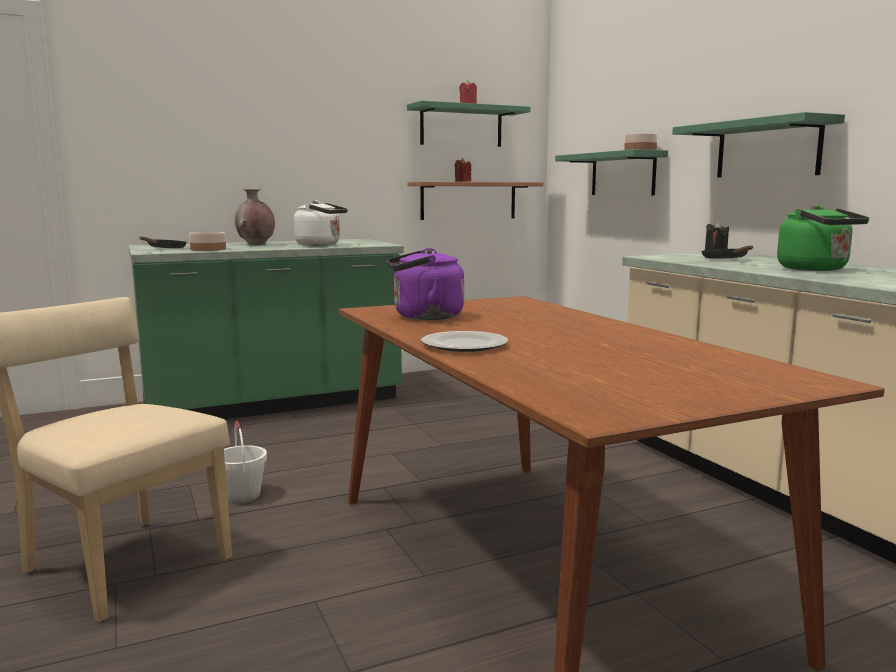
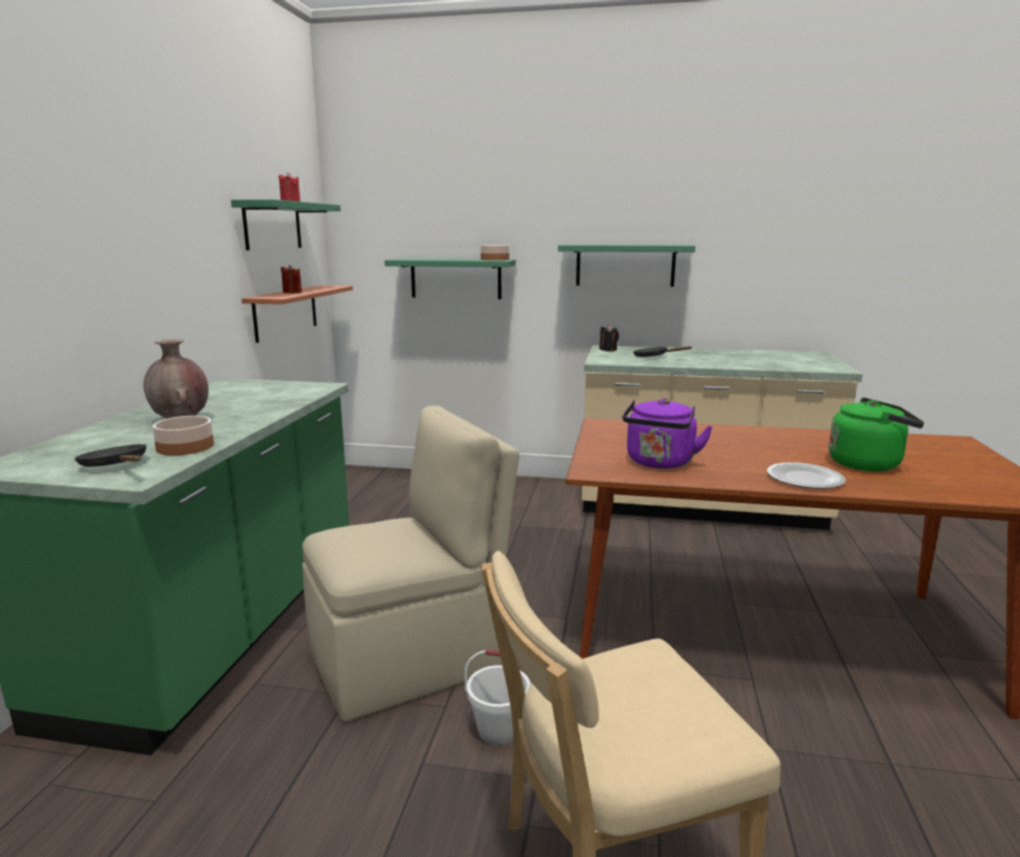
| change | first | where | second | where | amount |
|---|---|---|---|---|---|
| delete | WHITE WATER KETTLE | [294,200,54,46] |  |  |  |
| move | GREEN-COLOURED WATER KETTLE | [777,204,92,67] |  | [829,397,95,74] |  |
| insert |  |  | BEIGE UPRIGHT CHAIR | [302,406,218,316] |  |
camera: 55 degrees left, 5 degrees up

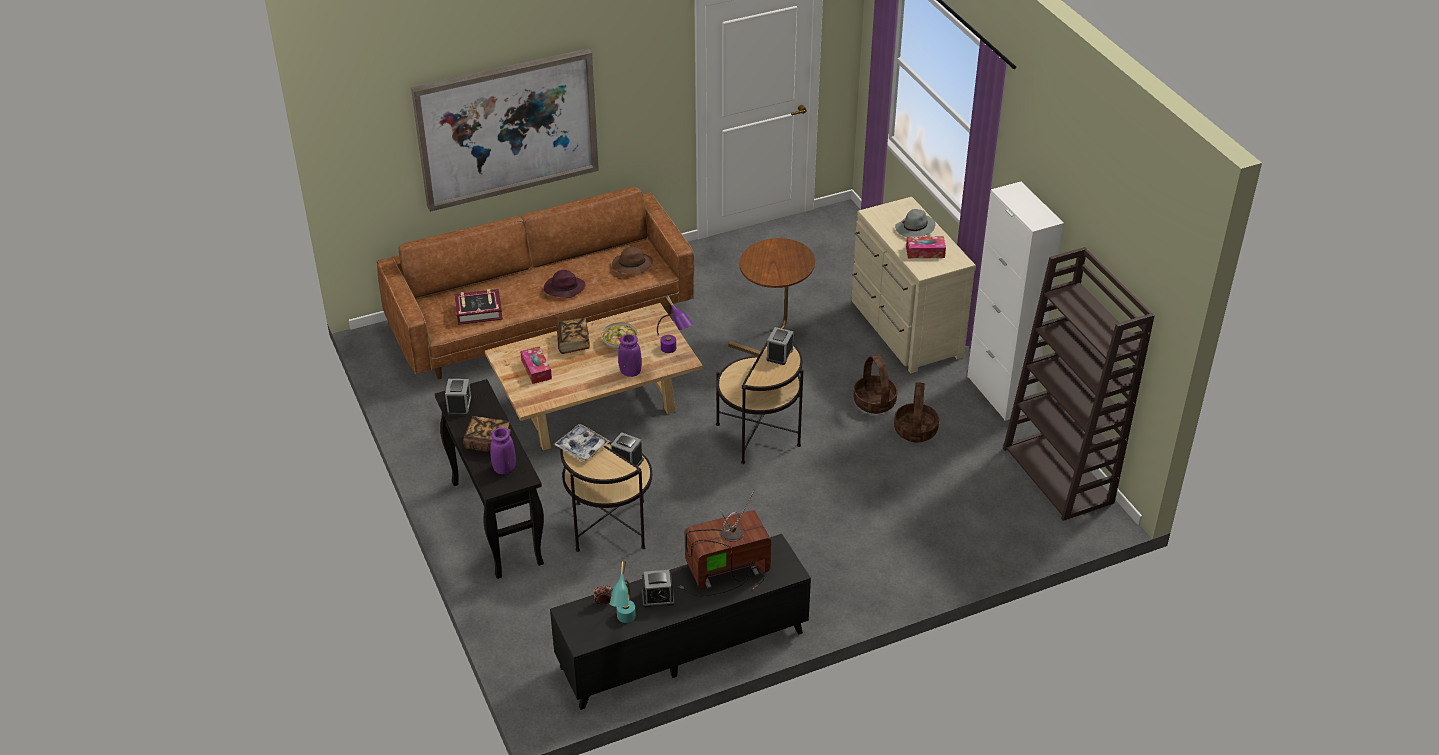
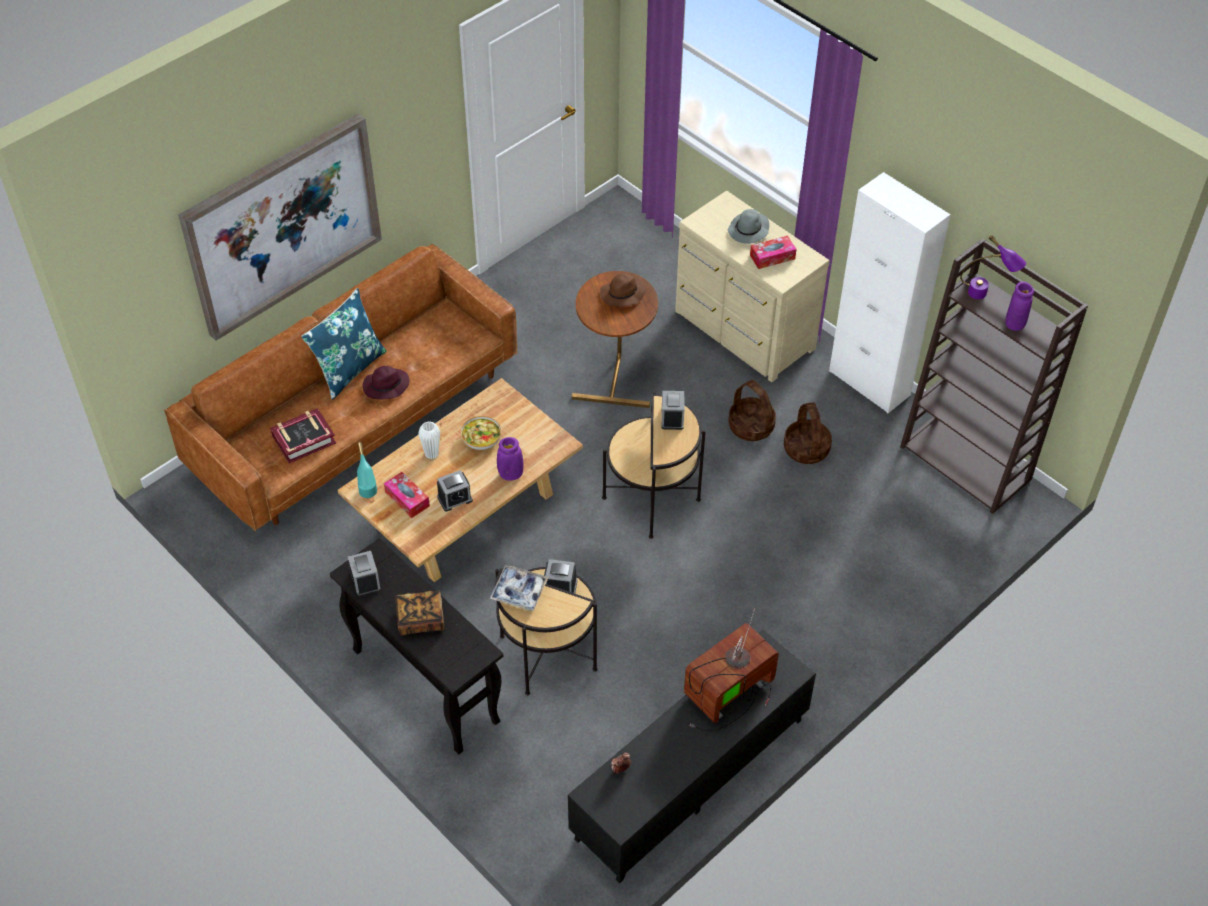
| change | first | where | second | where | amount |
|---|---|---|---|---|---|
| move | BROWN-COLOURED WEARABLE HAT | [612,246,41,28] |  | [600,273,46,34] |  |
| move | PURPLE TABLETOP LAMP | [657,295,36,58] |  | [960,235,66,64] |  |
| replace | BOOK | [556,318,34,36] | WHITE FLOWER VASE | [418,421,22,38] |  |
| move | PURPLE FLOWER VASE | [490,427,26,47] |  | [1005,282,29,49] |  |
| move | TURQUOISE TABLETOP LAMP | [610,561,26,62] |  | [357,442,20,56] |  |
| move | BEDSIDE CLOCK | [642,570,32,38] |  | [437,470,36,42] |  |
| insert |  |  | BLUISH THROW PILLOW | [301,288,86,112] |  |
camera: 20 degrees left, 10 degrees up

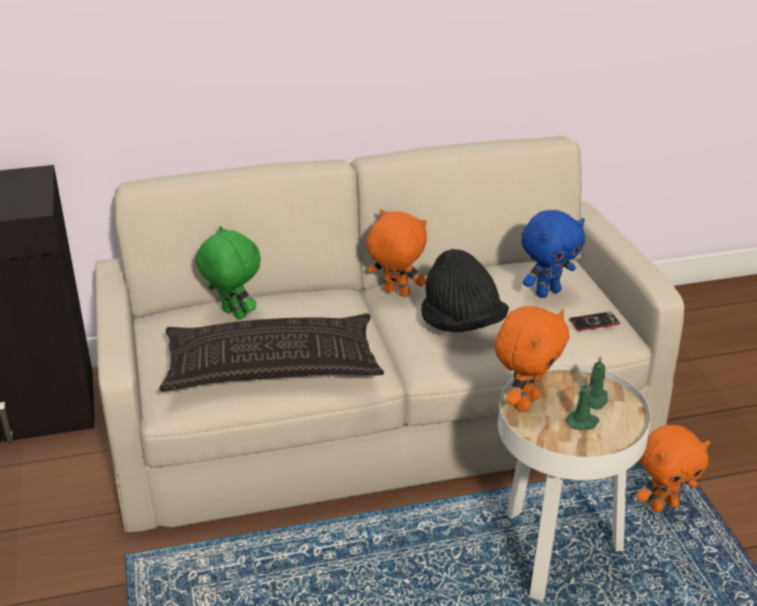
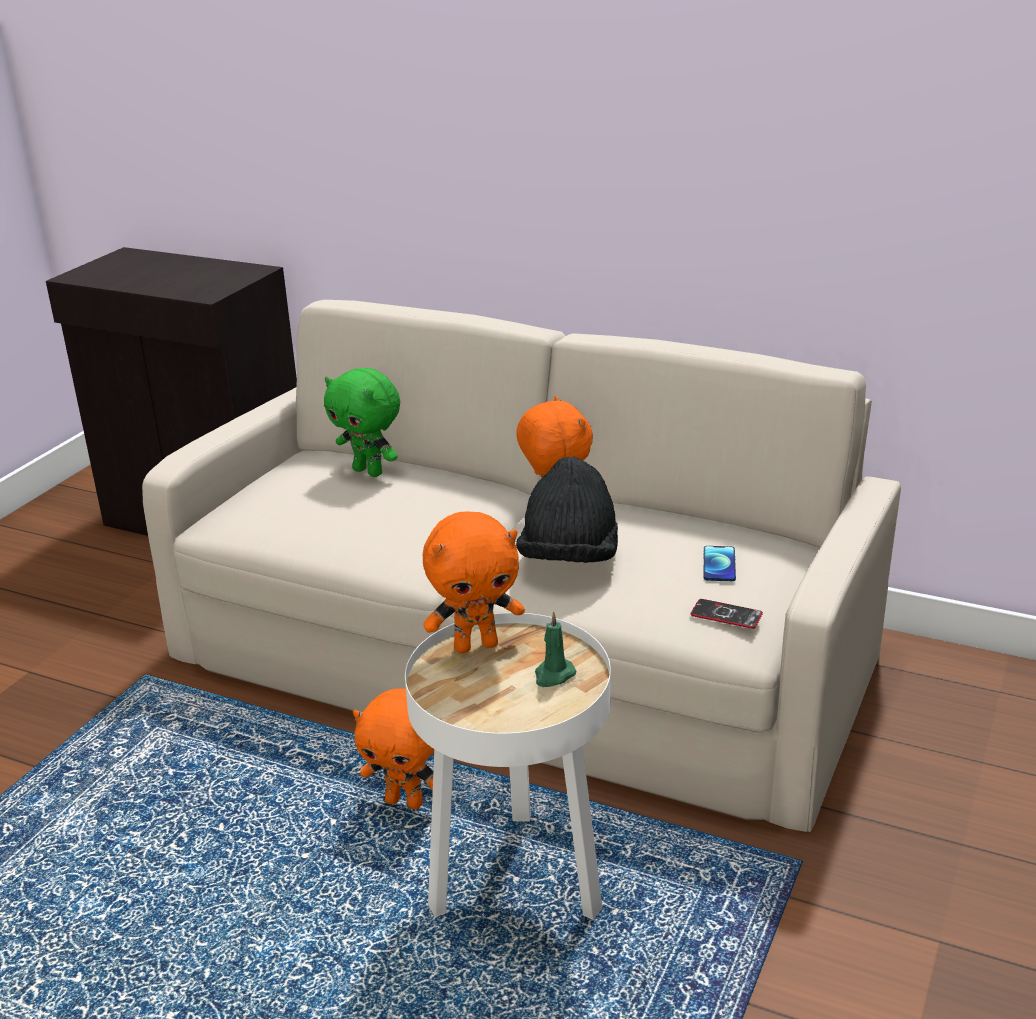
| change | first | where | second | where | amount |
|---|---|---|---|---|---|
| replace | BLUISH CUDDLY TOY | [521,210,64,88] | TELEPHONE | [703,546,33,35] |  |
| rotate | GREEN-COLOURED CUDDLY TOY | [196,226,65,94] |  | [324,368,76,109] | 135 degrees clockwise |
| delete | THROW PILLOW | [159,313,225,79] |  |  |  |
| delete | GREEN-COLOURED WAX LIGHT | [566,379,33,51] |  |  |  |
| move | ORANGE CUDDLY TOY | [636,425,74,87] |  | [353,688,81,121] |  |
camera: 40 degrees right, 5 degrees down

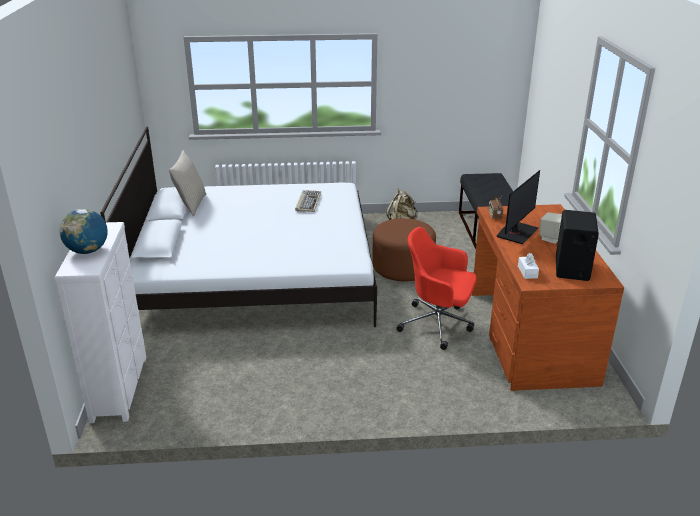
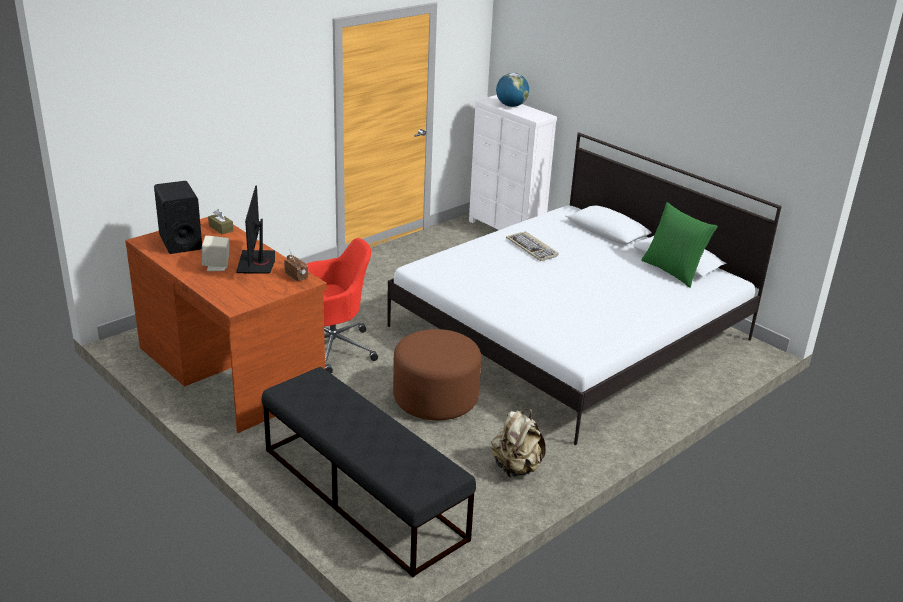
| change | first | where | second | where | amount |
|---|---|---|---|---|---|
| recolor | BEIGE THROW PILLOW | [169,150,37,66] | GREEN-COLOURED THROW PILLOW | [641,202,77,86] |  |
| move | COMPUTER KEYBOARD | [295,190,26,22] |  | [506,231,53,30] |  |
| recolor | WHITE TISSUE BOX | [518,253,21,26] | BROWN-COLOURED TISSUE BOX | [208,209,26,25] |  |
camera: 140 degrees right, 0 degrees up

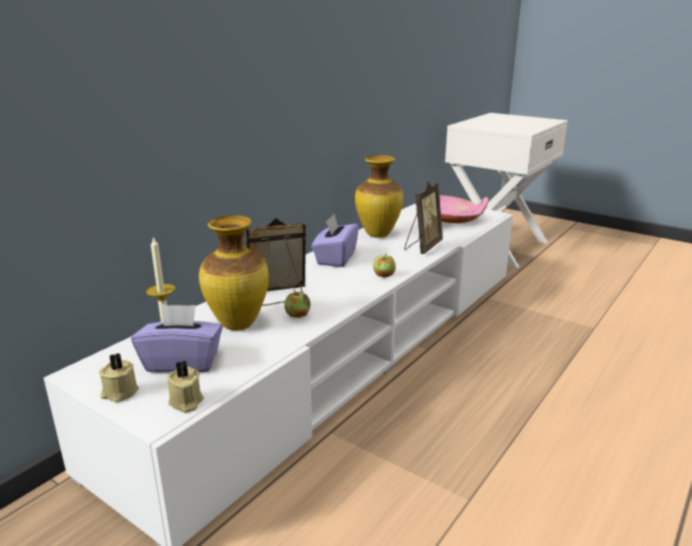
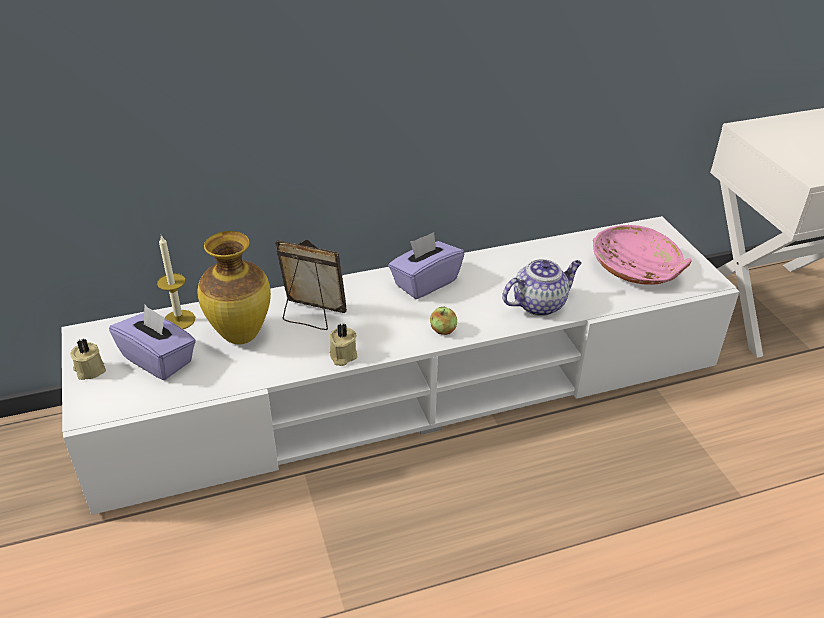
| change | first | where | second | where | amount |
|---|---|---|---|---|---|
| delete | FLOWER VASE | [355,155,48,83] |  |  |  |
| replace | PHOTO FRAME | [404,182,39,72] | TEAPOT | [502,259,80,57] |  |
| delete | APPLE | [284,290,27,28] |  |  |  |
| move | BEIGE WAX LIGHT | [167,360,37,53] |  | [329,324,28,42] |  |
camera: 35 degrees right, 15 degrees up

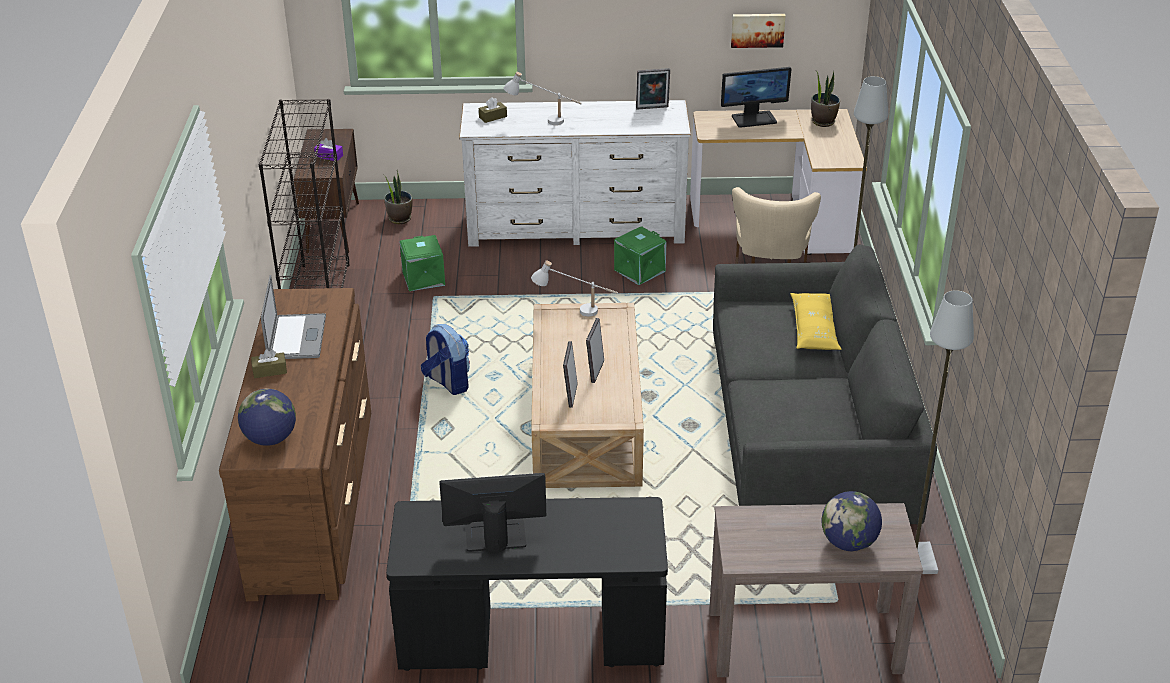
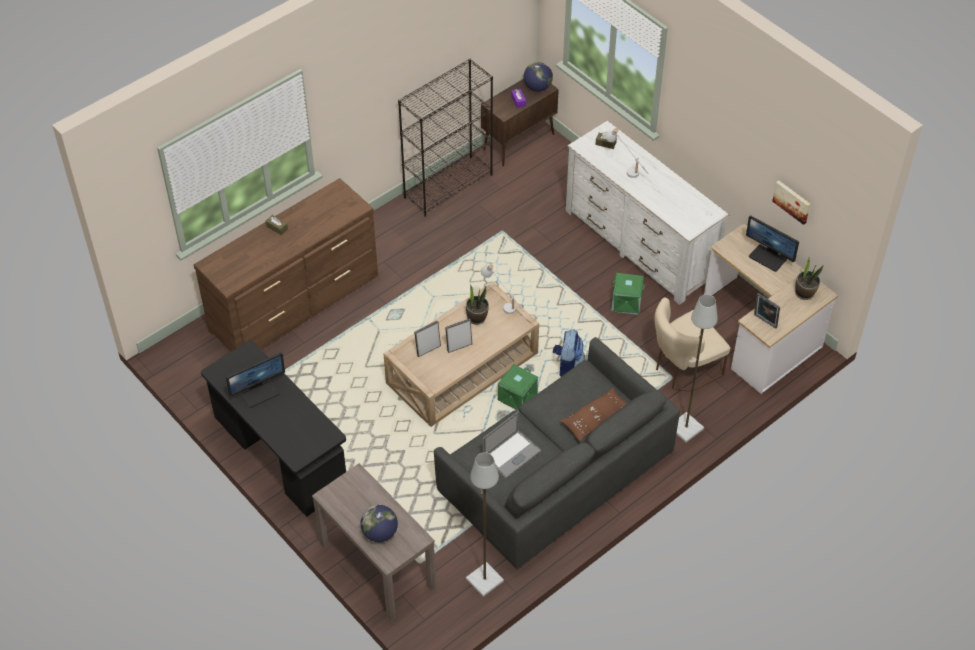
| change | first | where | second | where | amount |
|---|---|---|---|---|---|
| move | PHOTO FRAME | [636,68,34,42] |  | [754,293,26,36] |  |
| move | PLANT IN A POT | [383,171,29,53] |  | [466,284,23,41] |  |
| move | GREEN-COLOURED STORAGE BOX | [399,235,46,56] |  | [498,364,40,47] |  |
| move | NOTEBOOK COMPUTER | [261,275,65,84] |  | [483,411,58,67] |  |
| recolor | YELLOW THROW PILLOW | [790,293,52,57] | BROWN-COLOURED THROW PILLOW | [560,387,68,55] |  |
| move | RUCKSACK | [421,324,49,71] |  | [553,330,32,47] |  |
| move | GLOBE | [238,389,58,57] |  | [524,62,29,30] |  |
| rotate | COMPUTER SCREEN | [439,473,107,80] |  | [226,352,59,56] | 105 degrees clockwise |
camera: 50 degrees right, 15 degrees up

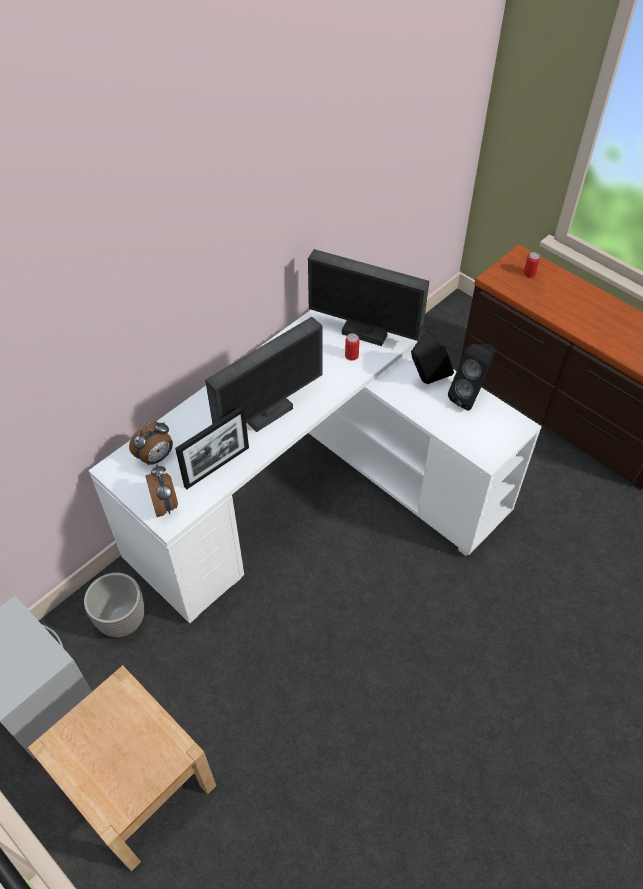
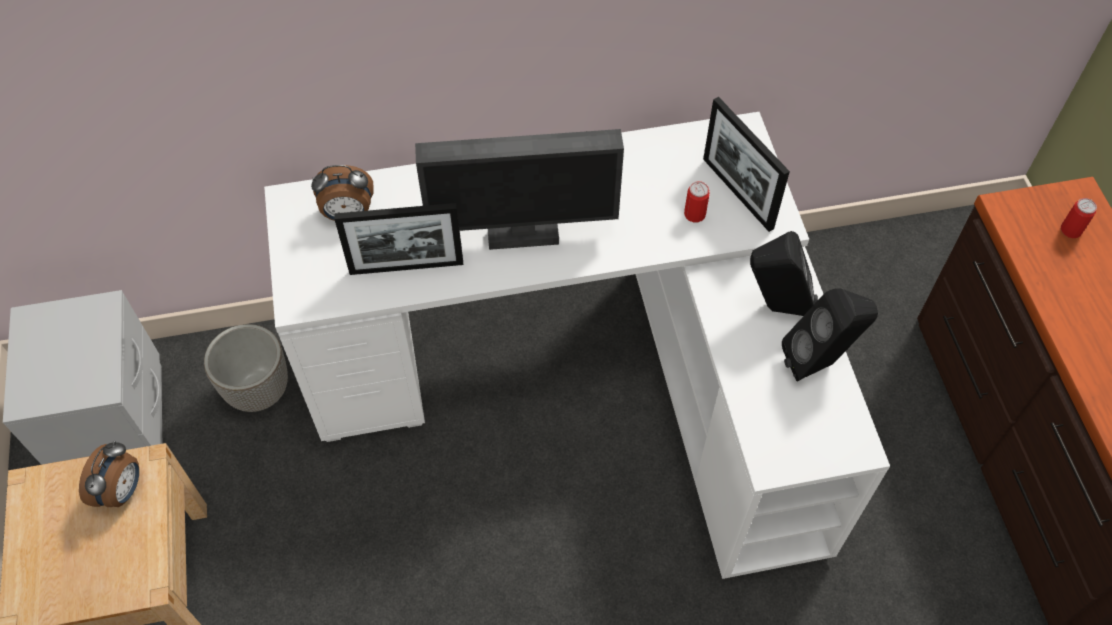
| change | first | where | second | where | amount |
|---|---|---|---|---|---|
| replace | COMPUTER SCREEN | [308,249,121,97] | PHOTO FRAME | [703,97,87,135] |  |
| move | BEDSIDE CLOCK | [145,464,33,53] |  | [79,441,60,66] |  |
camera: 35 degrees right, 5 degrees up

